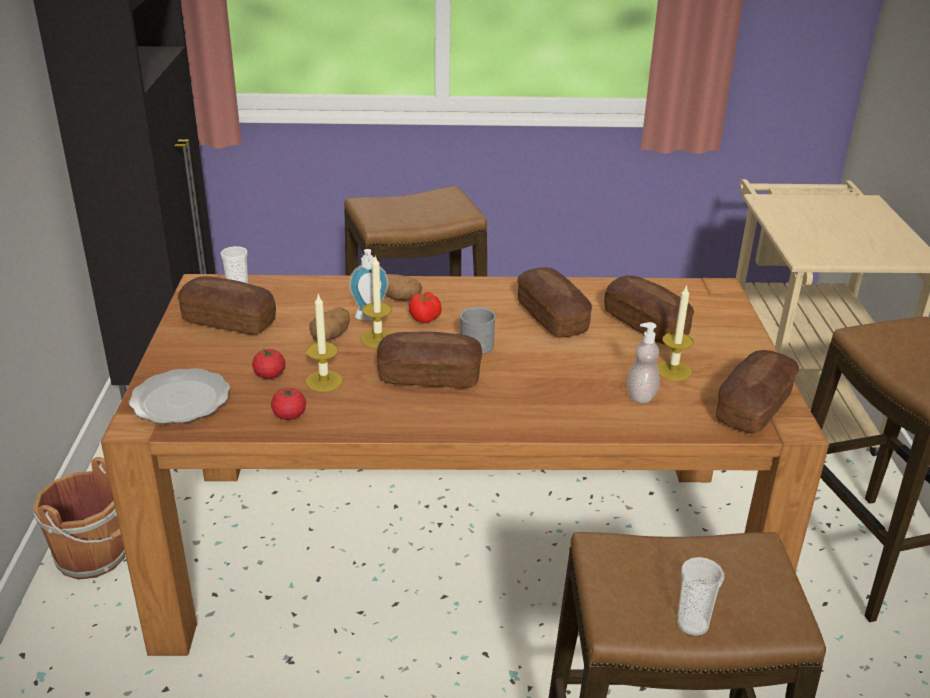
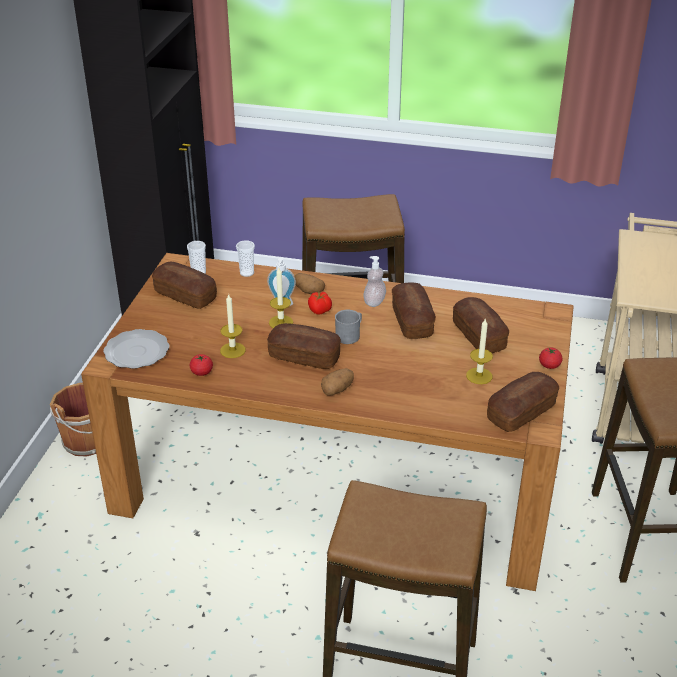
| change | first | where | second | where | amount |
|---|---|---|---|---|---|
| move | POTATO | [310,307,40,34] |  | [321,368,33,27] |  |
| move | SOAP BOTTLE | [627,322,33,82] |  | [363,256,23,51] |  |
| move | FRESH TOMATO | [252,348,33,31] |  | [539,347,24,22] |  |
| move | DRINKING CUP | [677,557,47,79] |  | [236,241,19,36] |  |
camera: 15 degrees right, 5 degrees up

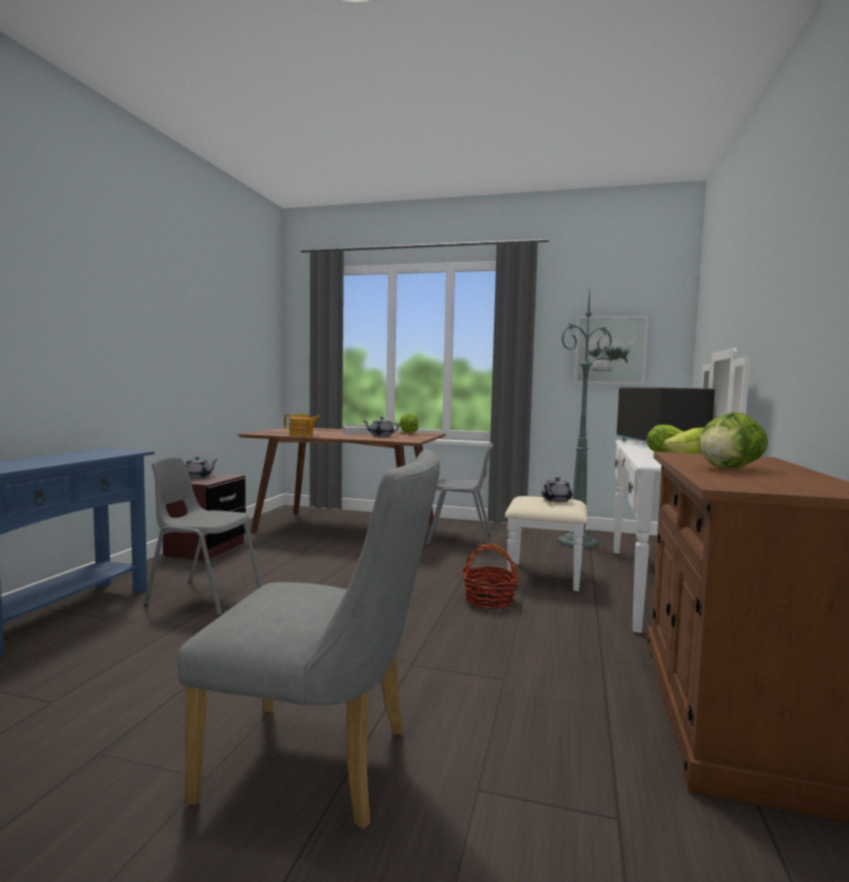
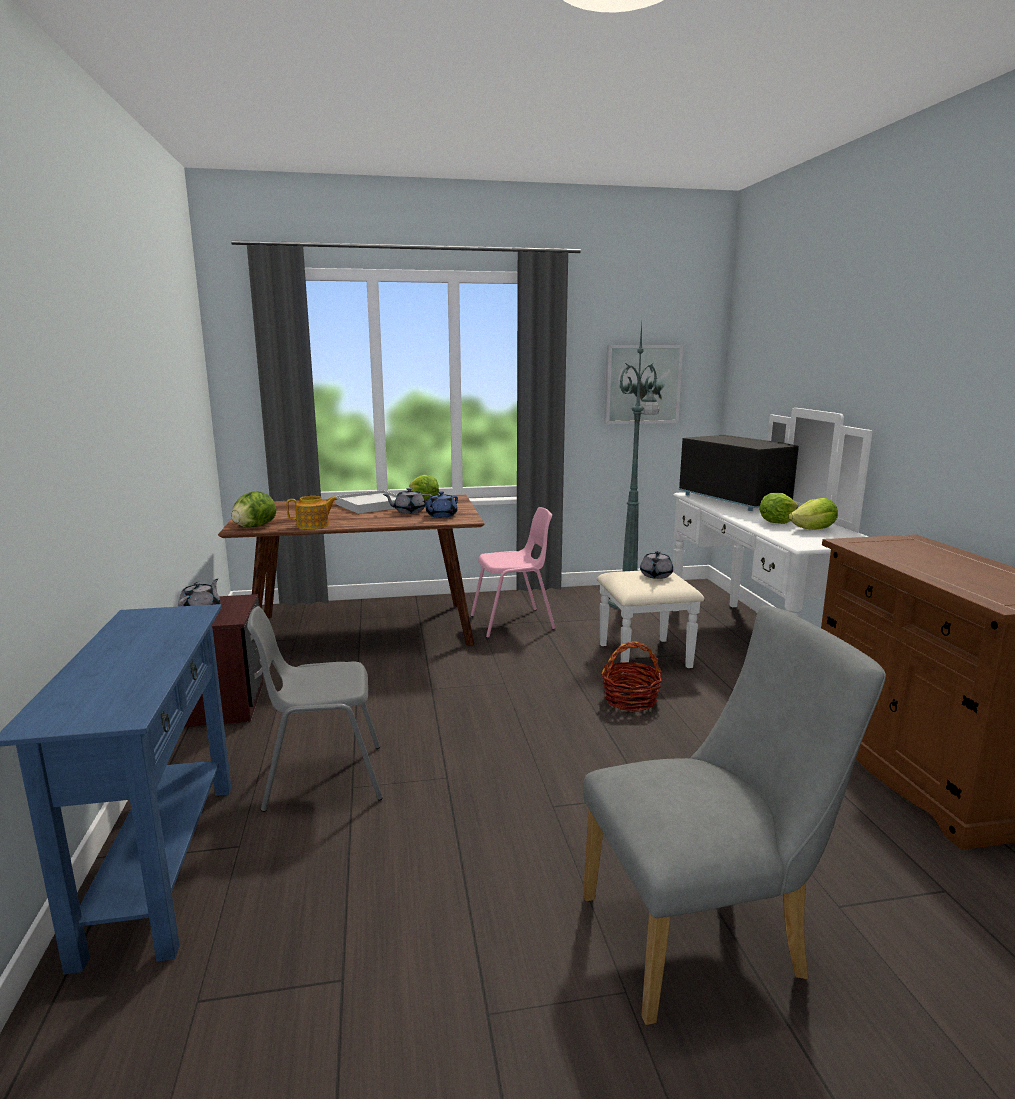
| change | first | where | second | where | amount |
|---|---|---|---|---|---|
| move | HEAD OF LETTUCE | [698,412,70,56] |  | [231,491,45,37] |  |
| recolor | GREY UPRIGHT CHAIR | [427,443,66,102] | PINK-COLOURED UPRIGHT CHAIR | [471,507,85,131] |  |
| insert |  |  | BLUISH TEAPOT | [423,491,35,27] |  |
camera: 25 degrees left, 10 degrees up

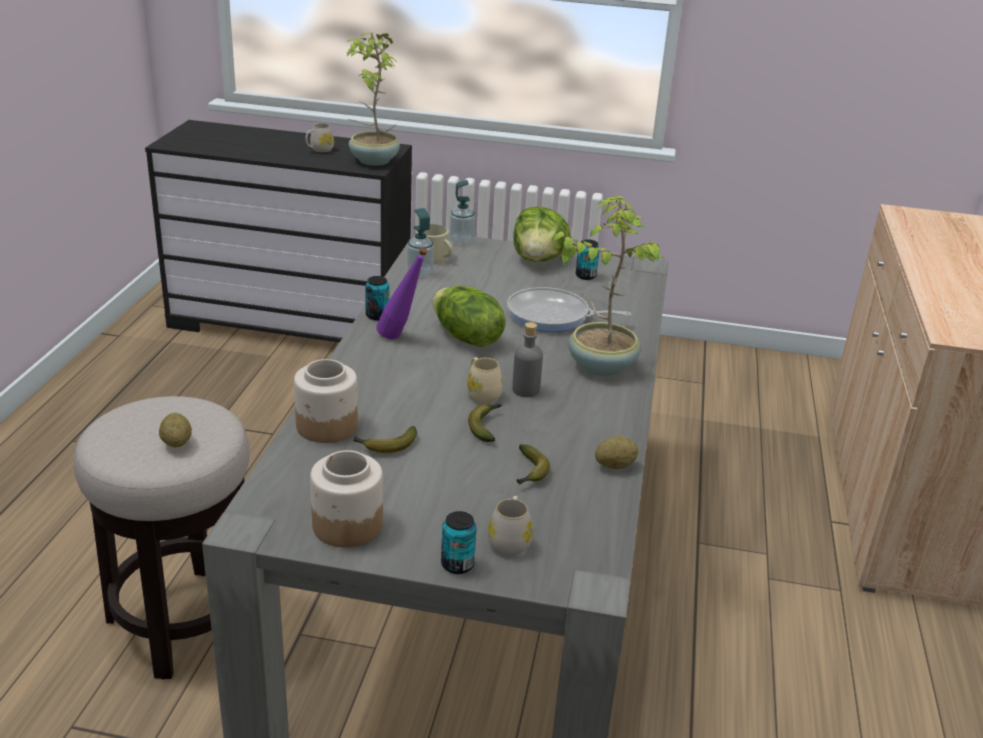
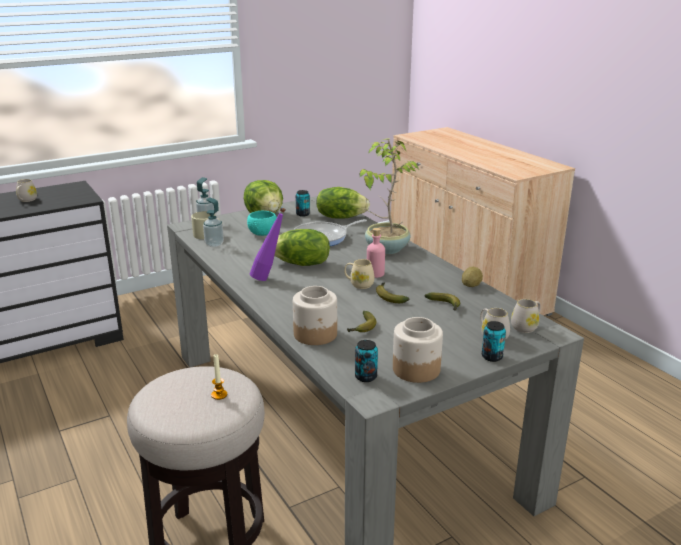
| change | first | where | second | where | amount |
|---|---|---|---|---|---|
| delete | PLANT IN A POT | [347,32,53,134] |  |  |  |
| move | SEALED CAN | [365,276,24,44] |  | [355,340,23,42] |  |
| recolor | GREY DRINK BOTTLE | [512,322,31,75] | PINK-COLOURED DRINK BOTTLE | [367,228,18,50] |  |
| replace | POTATO | [159,413,33,35] | WAX LIGHT | [211,354,16,46] |  |
| insert |  |  | HEAD OF LETTUCE | [316,187,54,32] |  |
| insert |  |  | TURQUOISE SERVING BOWL | [247,211,30,25] |  |
| insert |  |  | WHITE COFFEE MUG | [511,299,30,34] |  |
camera: 40 degrees left, 5 degrees down

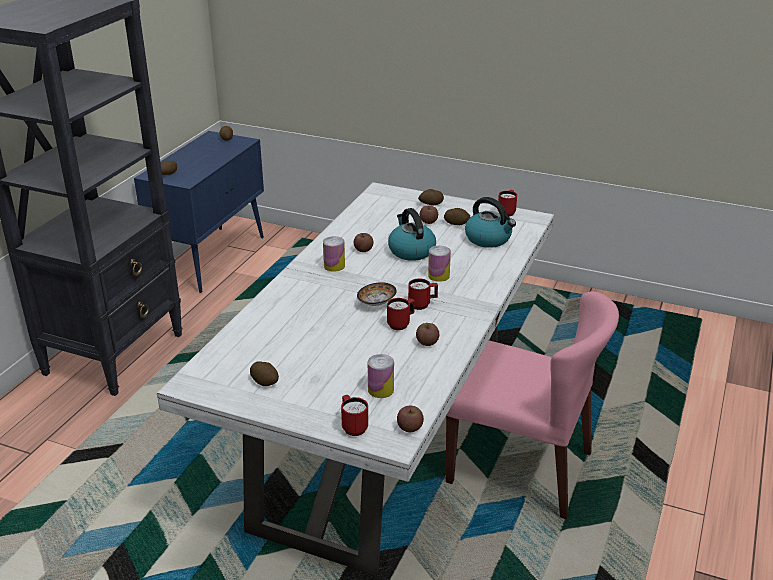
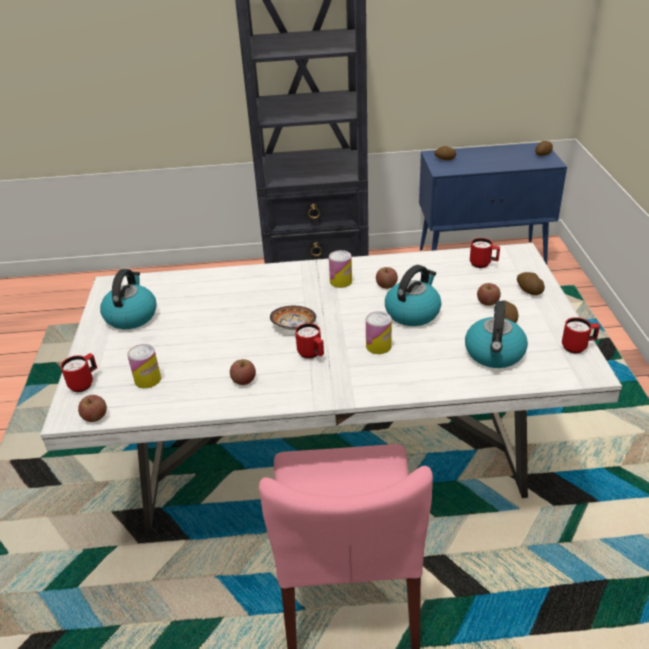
| change | first | where | second | where | amount |
|---|---|---|---|---|---|
| move | RED COFFEE MUG | [387,298,28,32] |  | [470,238,30,30] |  |
| replace | POTATO | [250,361,29,25] | WATER KETTLE | [100,269,57,60] |  |
camera: 65 degrees right, 5 degrees up

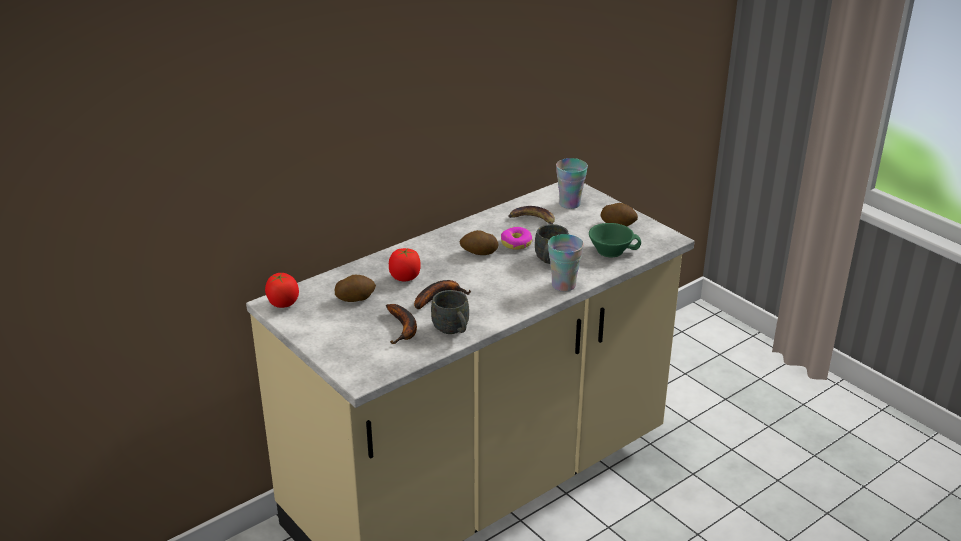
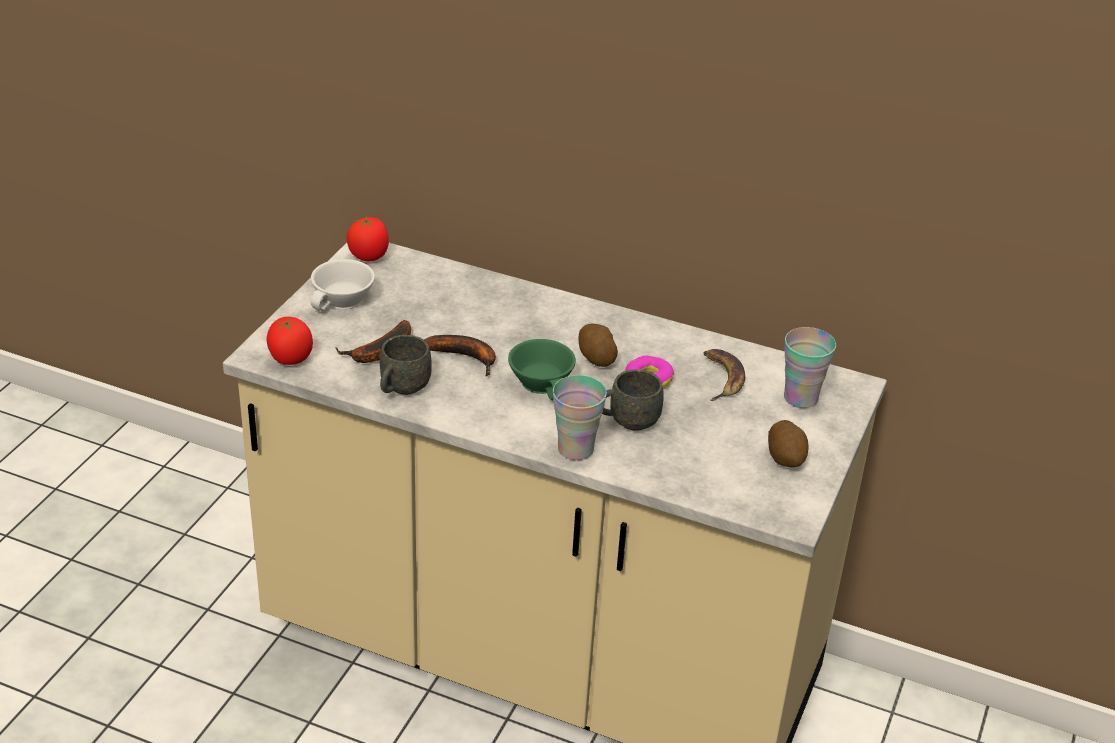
| change | first | where | second | where | amount |
|---|---|---|---|---|---|
| move | GREEN-COLOURED DRINKING CUP | [589,223,52,34] |  | [508,339,68,61] |  |
| move | FRESH TOMATO | [389,248,32,33] |  | [266,317,47,48] |  |
| delete | POTATO | [335,275,41,27] |  |  |  |
| insert |  |  | WHITE DRINKING CUP | [310,259,65,52] |  |
camera: 60 degrees right, 5 degrees up

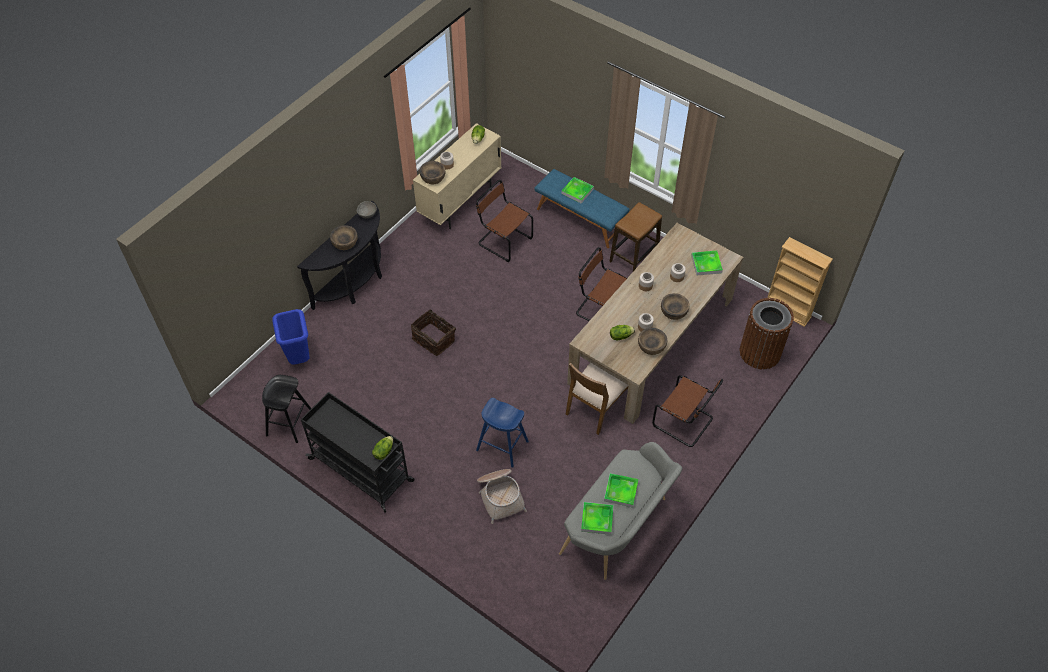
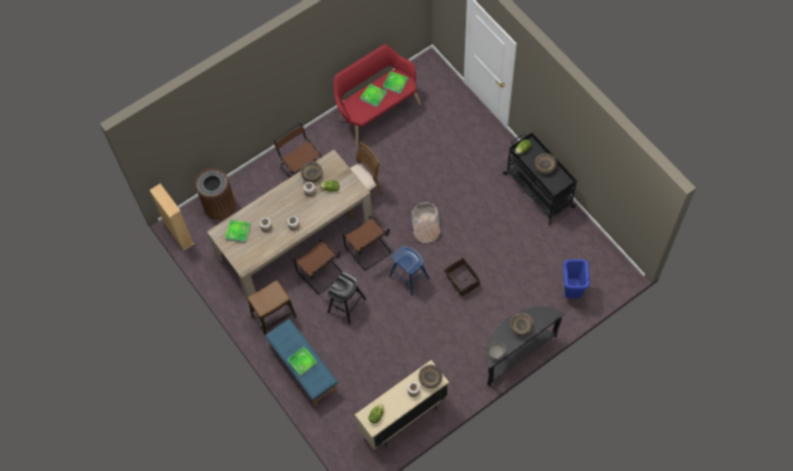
| change | first | where | second | where | amount |
|---|---|---|---|---|---|
| move | BROWN-COLOURED UPRIGHT CHAIR | [476,180,57,82] |  | [343,216,48,54] |  |
| move | BROWN-COLOURED SERVING BOWL | [661,293,29,27] |  | [535,153,22,21] |  |
| move | BLACKISH STOOL SEAT | [262,375,50,68] |  | [328,272,38,52] |  |
| move | BLUISH STOOL SEAT | [476,398,53,70] |  | [390,246,40,50] |  |
| recolor | GREY INDOOR BENCH | [559,442,123,138] | RED INDOOR BENCH | [333,45,88,101] |  |
| move | HOUSEHOLD BASKET | [477,469,50,55] |  | [411,202,29,41] |  |
camera: 160 degrees left, 10 degrees up

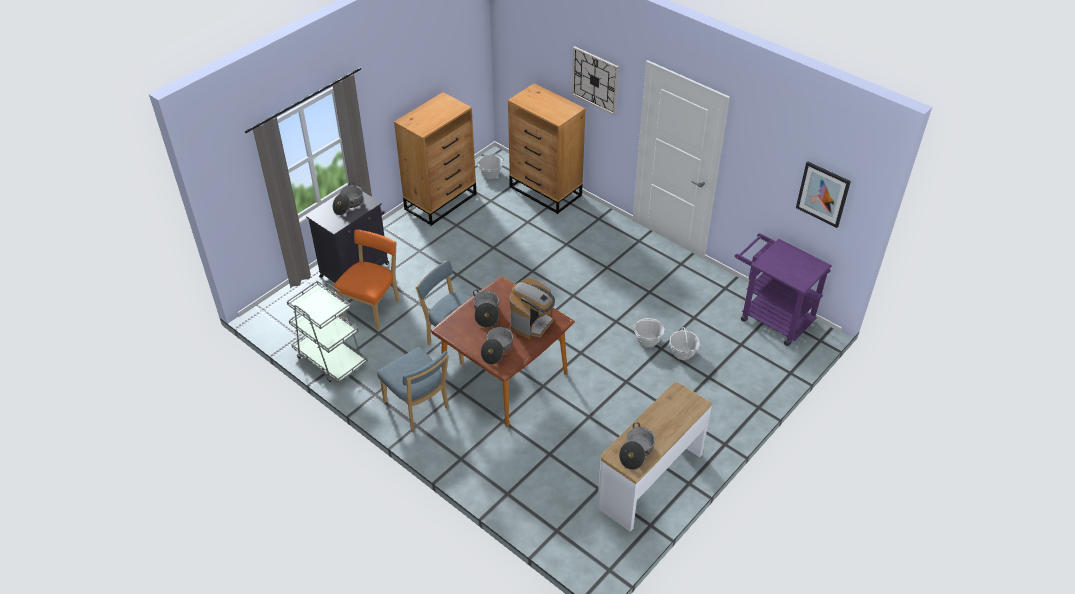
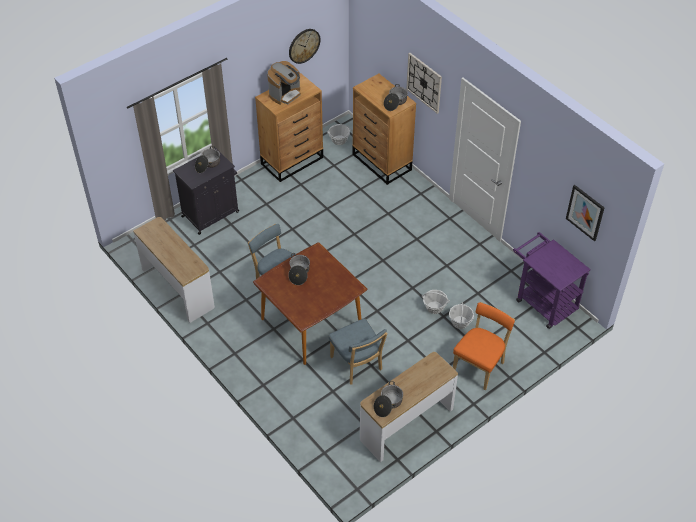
| change | first | where | second | where | amount |
|---|---|---|---|---|---|
| move | ORANGE UPRIGHT CHAIR | [334,230,66,100] |  | [453,302,62,89] |  |
| move | COFFEE MAKER | [509,278,46,61] |  | [267,61,34,44] |  |
| replace | GREY WHEELED CART | [287,281,81,102] | NARROW TABLE | [133,217,82,106] |  |
| move | COOKING POT | [481,323,32,42] |  | [384,84,24,27] |  |
| move | BLUISH UPRIGHT CHAIR | [377,347,72,83] |  | [329,318,59,67] |  |
| insert |  |  | HANGING CLOCK | [289,29,31,35] |  |
camera: 10 degrees right, 5 degrees up

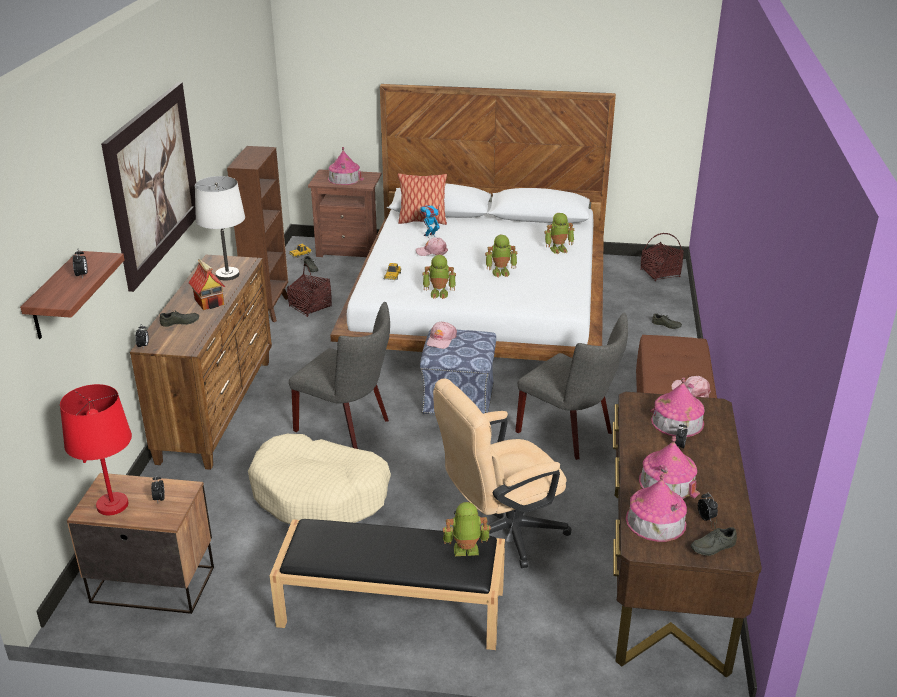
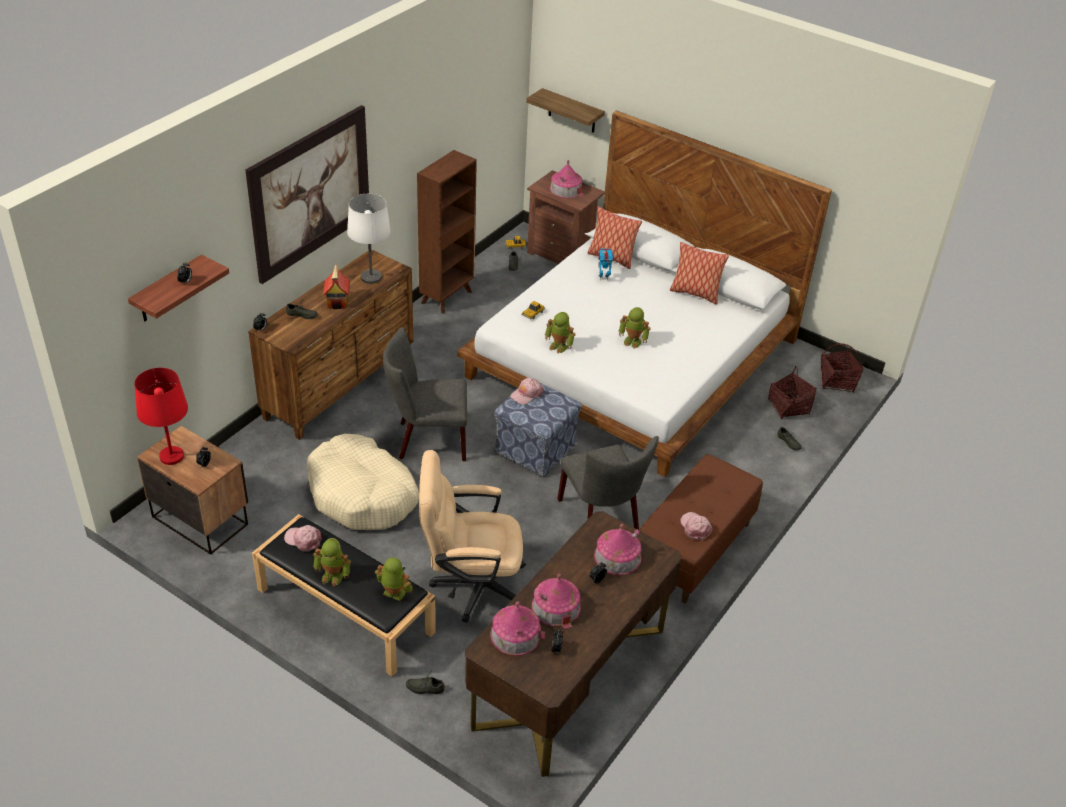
| change | first | where | second | where | amount |
|---|---|---|---|---|---|
| move | MODEL ROBOT | [544,213,30,41] |  | [313,538,38,49] |  |
| move | PINK-COLOURED BASEBALL CAP | [416,237,32,19] |  | [284,525,38,27] |  |
| move | HOUSEHOLD BASKET | [287,263,45,54] |  | [768,366,48,53] |  |
| rotate | GREY UPRIGHT CHAIR | [289,302,101,147] |  | [383,327,84,134] | 120 degrees clockwise |
| move | GREY LOW SHOE | [690,518,47,38] |  | [406,671,38,23] |  |
| insert |  |  | SHELF | [526,88,79,45] |  |
| insert |  |  | THROW PILLOW | [670,242,59,62] |  |
camera: 25 degrees right, 10 degrees up

